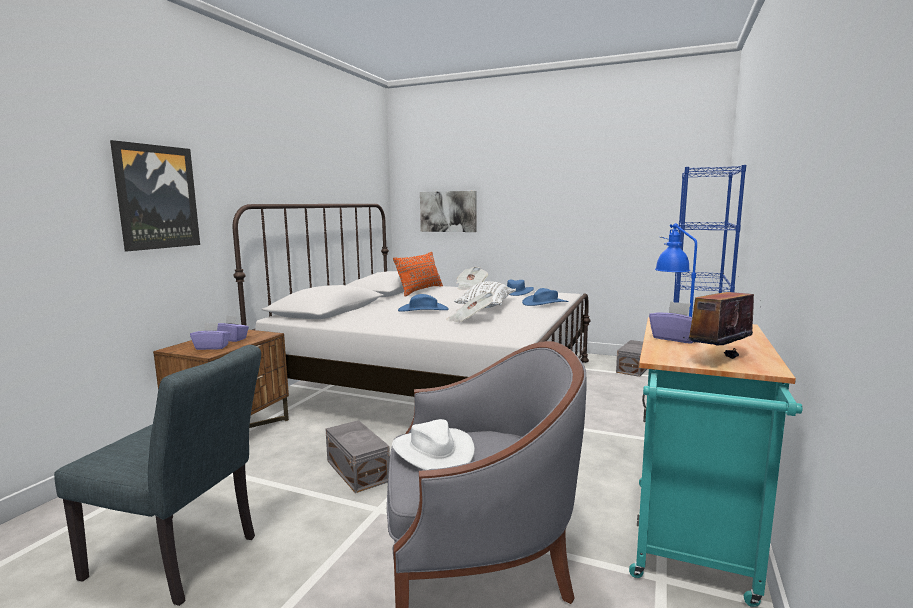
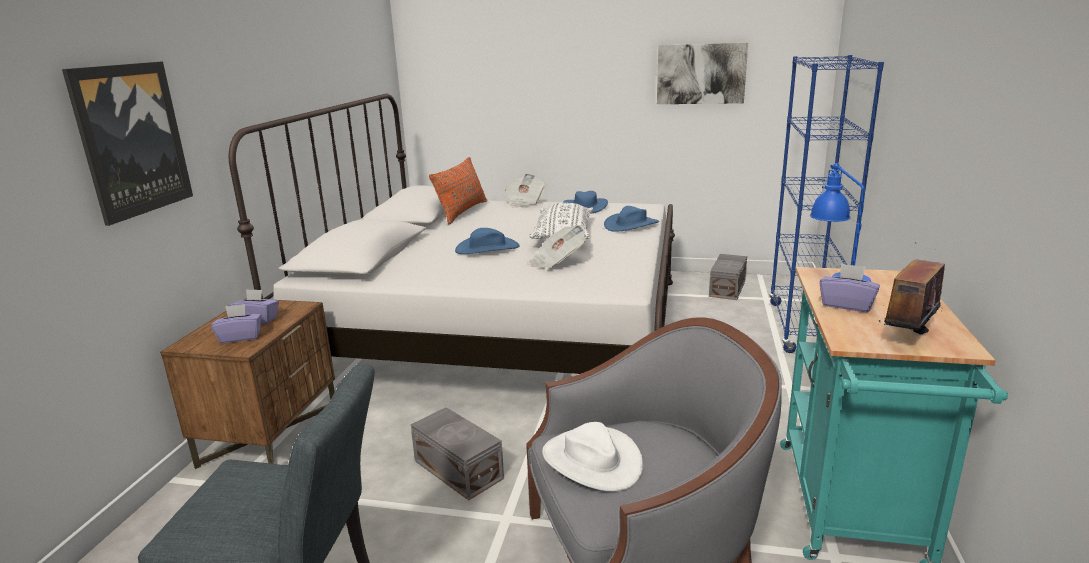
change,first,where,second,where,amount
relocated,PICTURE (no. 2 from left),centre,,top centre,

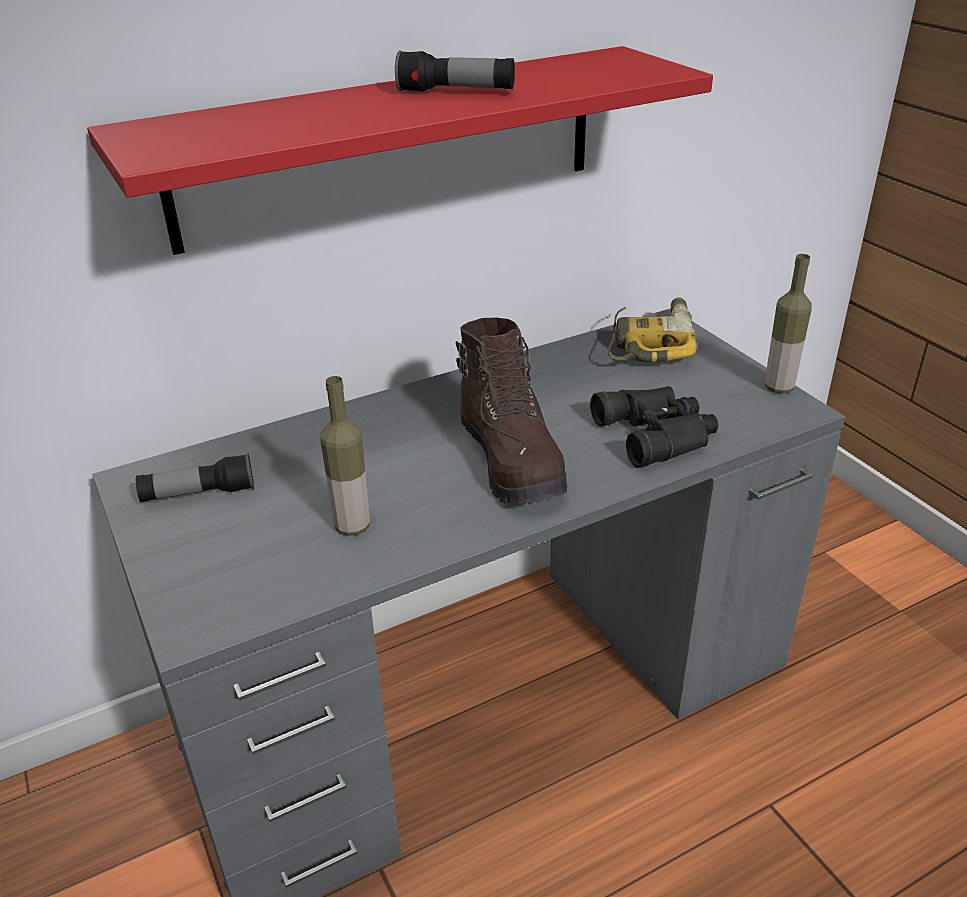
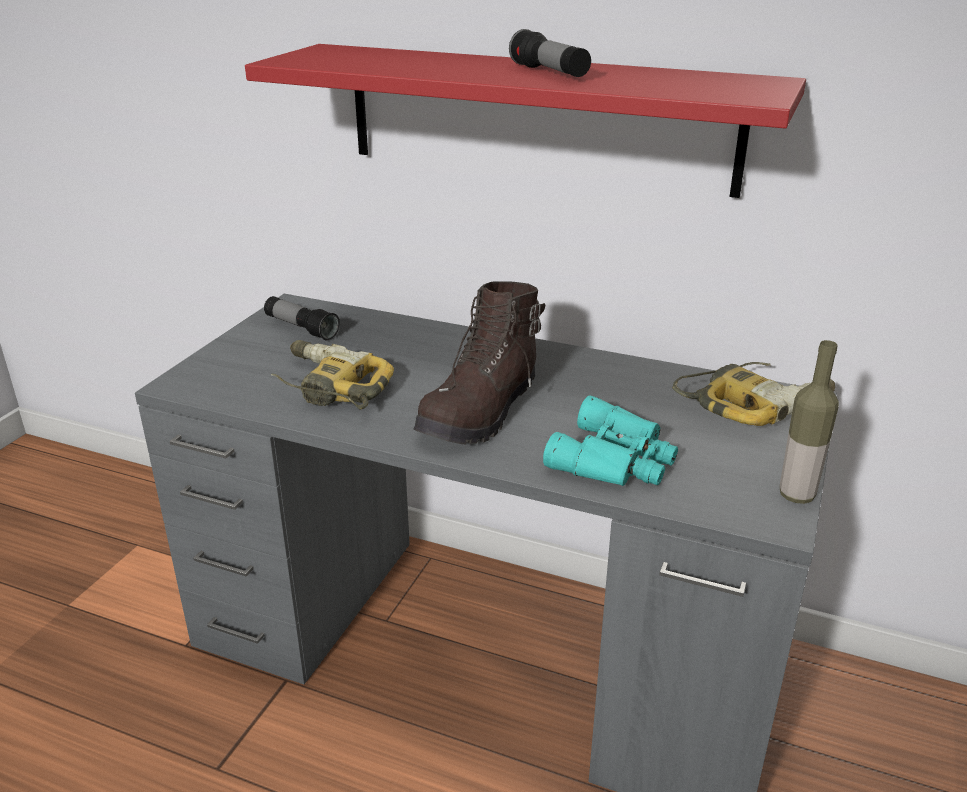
change,first,where,second,where,amount
exchanged,BEVERAGE BOTTLE (no. 1 from left),centre,DRILL (no. 1 from left),centre,
colour,BLACK BINOCULARS,middle right,TURQUOISE-COLOURED BINOCULARS,centre,

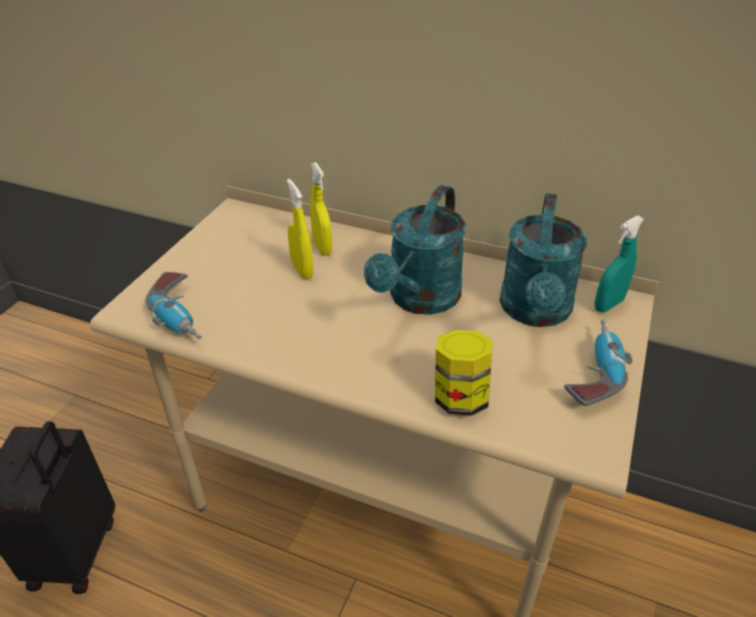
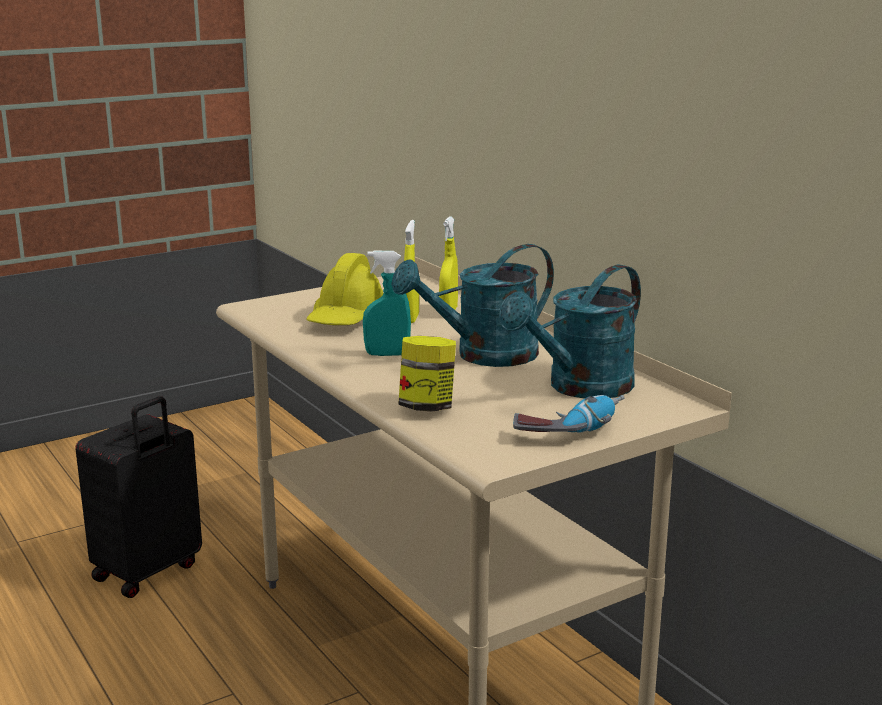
change,first,where,second,where,amount
relocated,TURQUOISE-COLOURED SPRAYER,middle right,,centre,
missing,DRILL (no. 1 from left),middle left,,,
appeared,,,YELLOW WORK HELMET,centre,

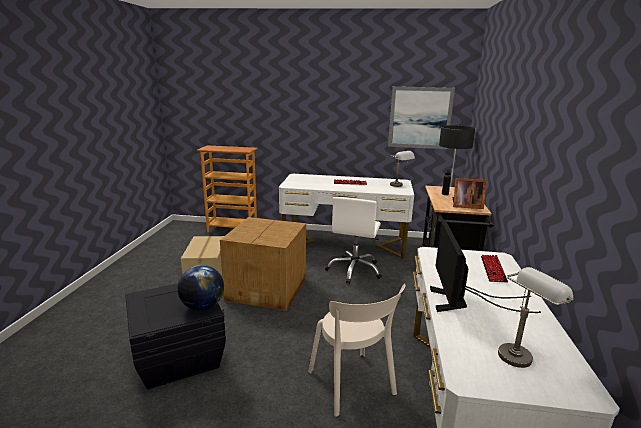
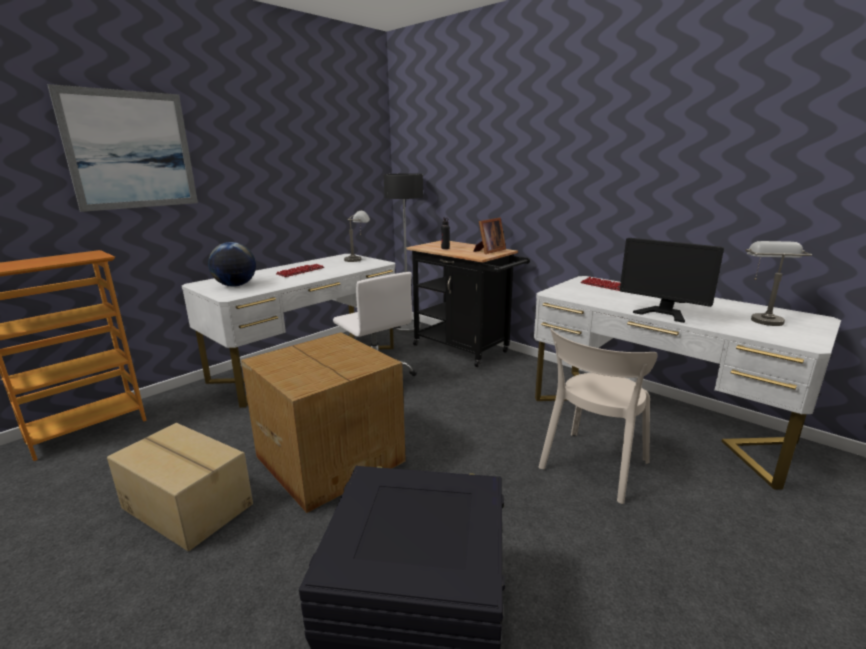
change,first,where,second,where,amount
relocated,PICTURE,top centre,,top left,
relocated,DESK GLOBE,bottom left,,middle left,
spun,BEIGE UPRIGHT CHAIR,bottom centre,,middle right,120 degrees clockwise

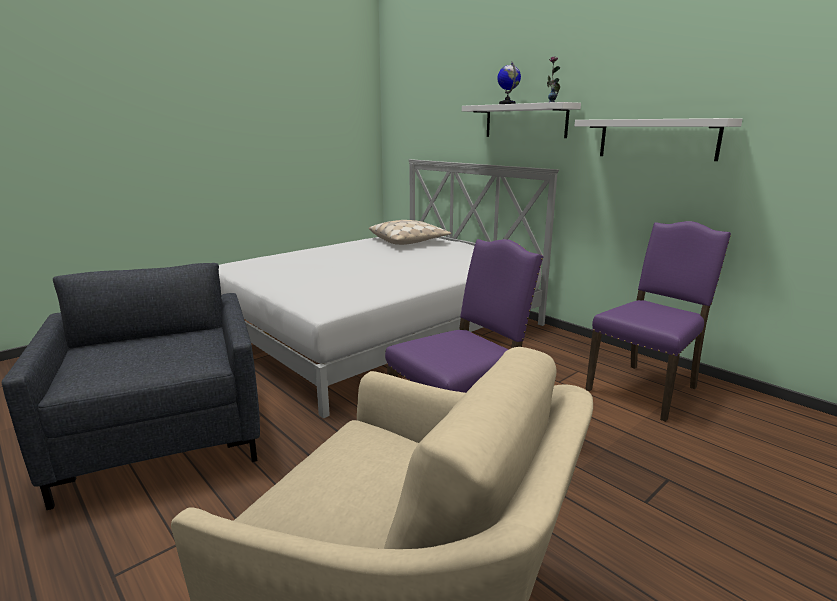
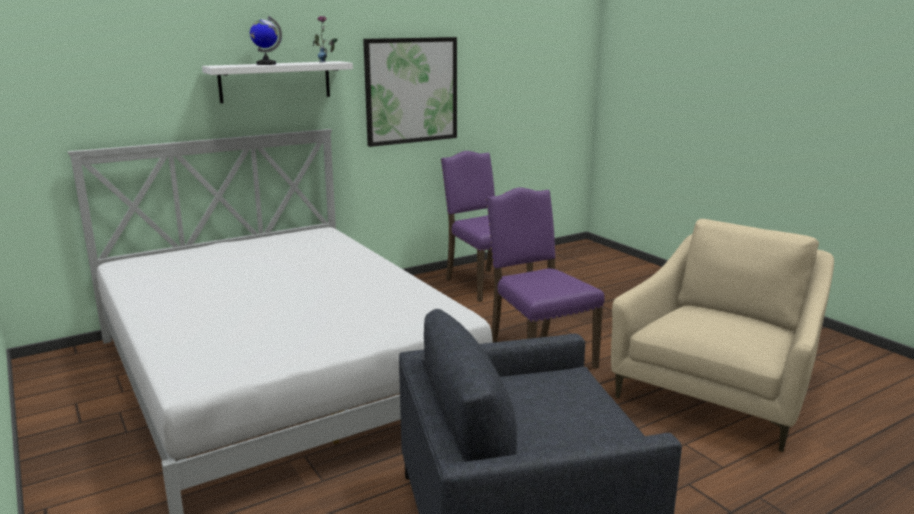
change,first,where,second,where,amount
exchanged,WHITISH WALL SHELF (no. 2 from left),top right,PICTURE,top centre,
missing,BEIGE PILLOW,centre,,,

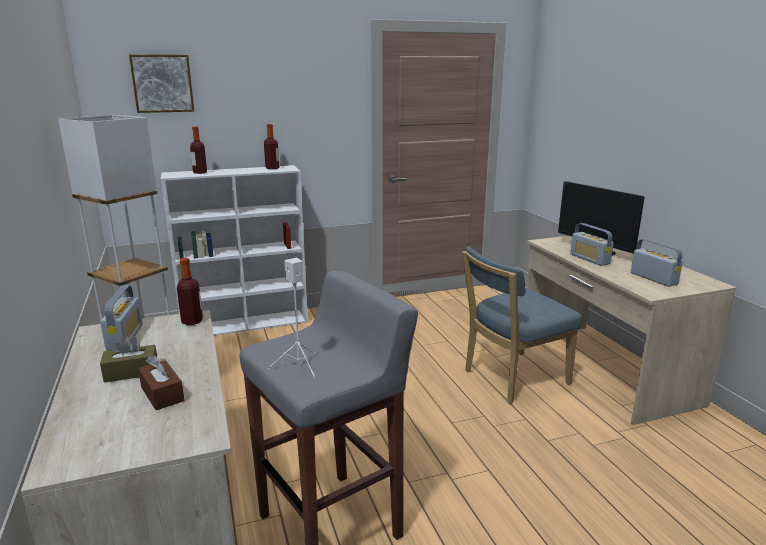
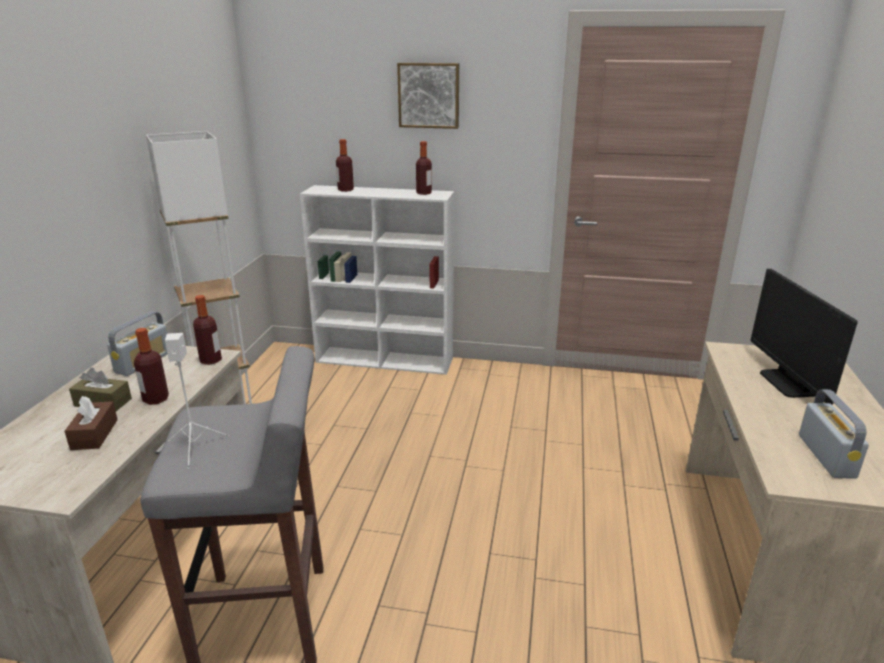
change,first,where,second,where,amount
relocated,PICTURE,top left,,top centre,
missing,RADIO RECEIVER (no. 2 from left),middle right,,,
missing,BLUISH UPRIGHT CHAIR,middle right,,,
appeared,,,BEVERAGE BOTTLE (no. 1 from left),middle left,

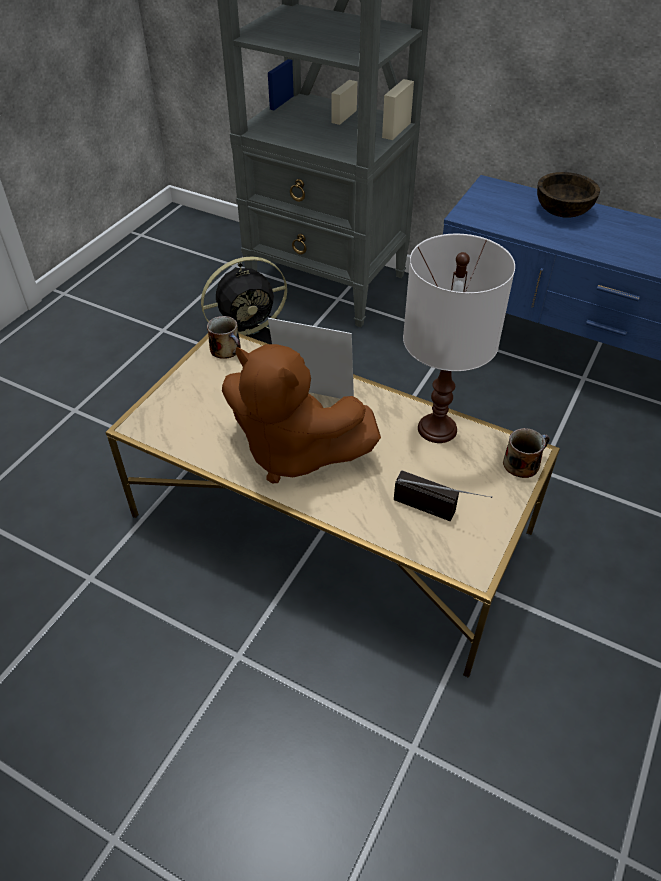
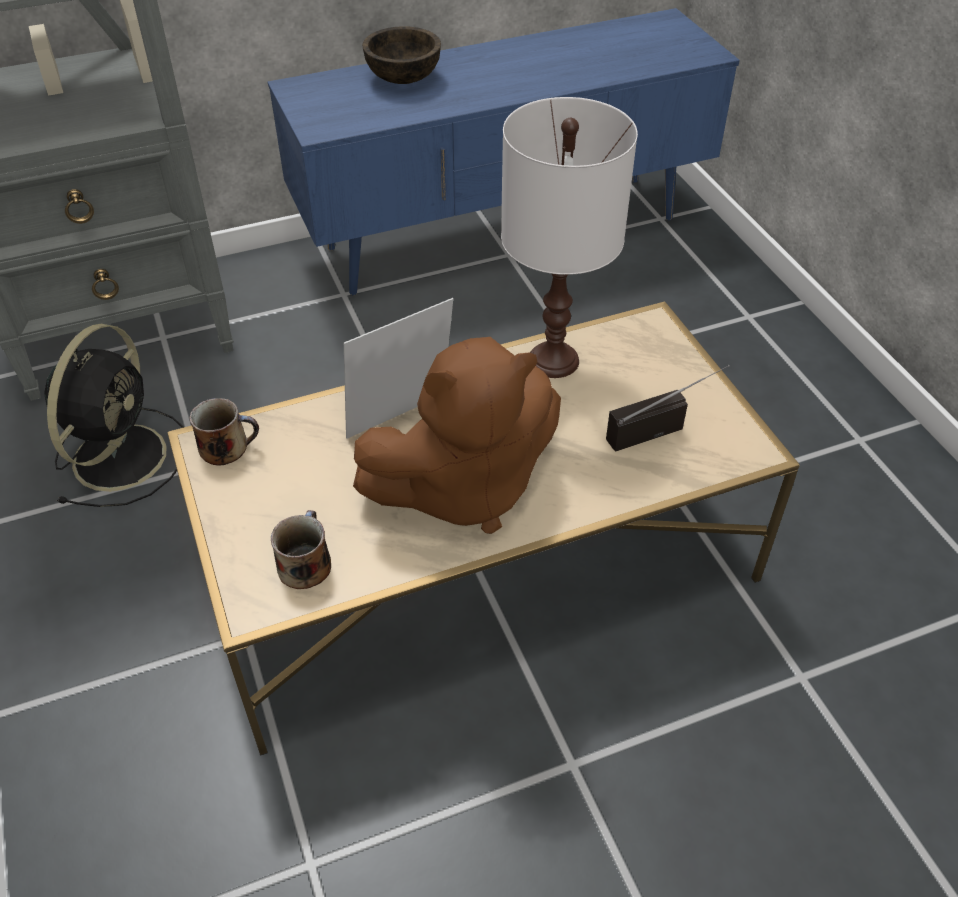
change,first,where,second,where,amount
relocated,COFFEE MUG (no. 2 from left),middle right,,middle left,

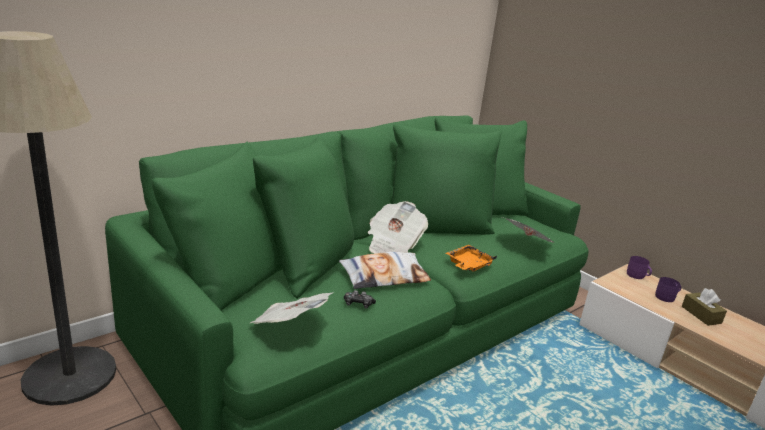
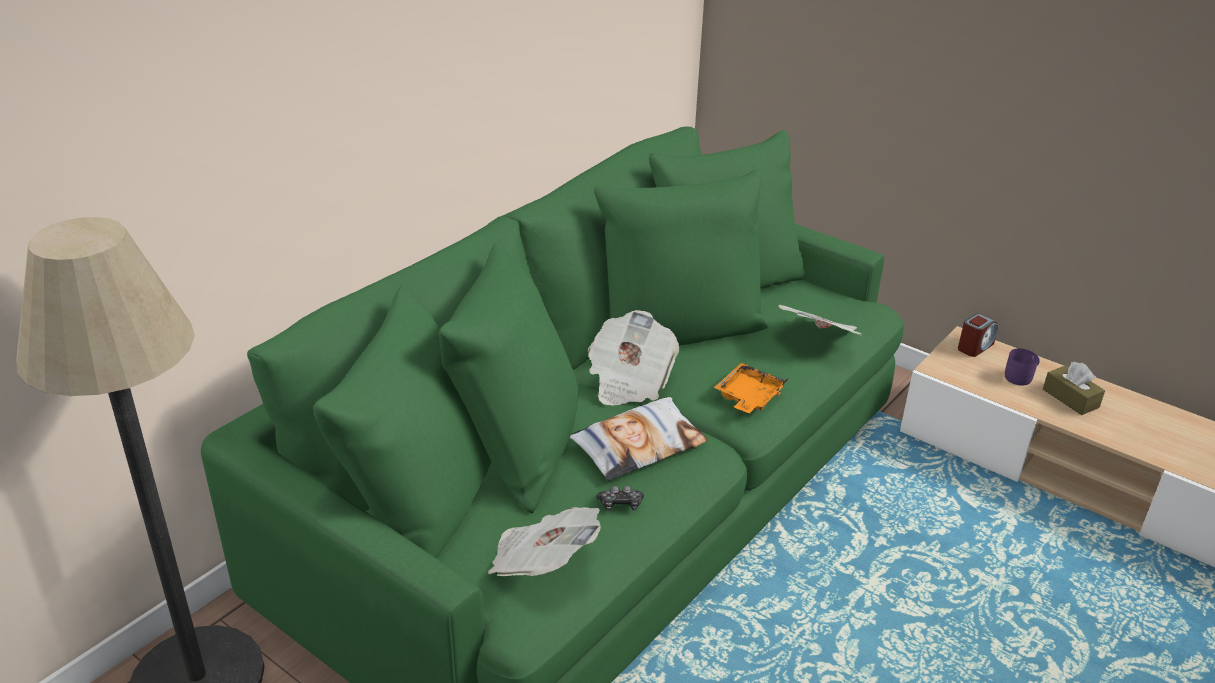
change,first,where,second,where,amount
exchanged,PURPLISH COFFEE MUG (no. 1 from left),middle right,ALARM CLOCK,middle right,

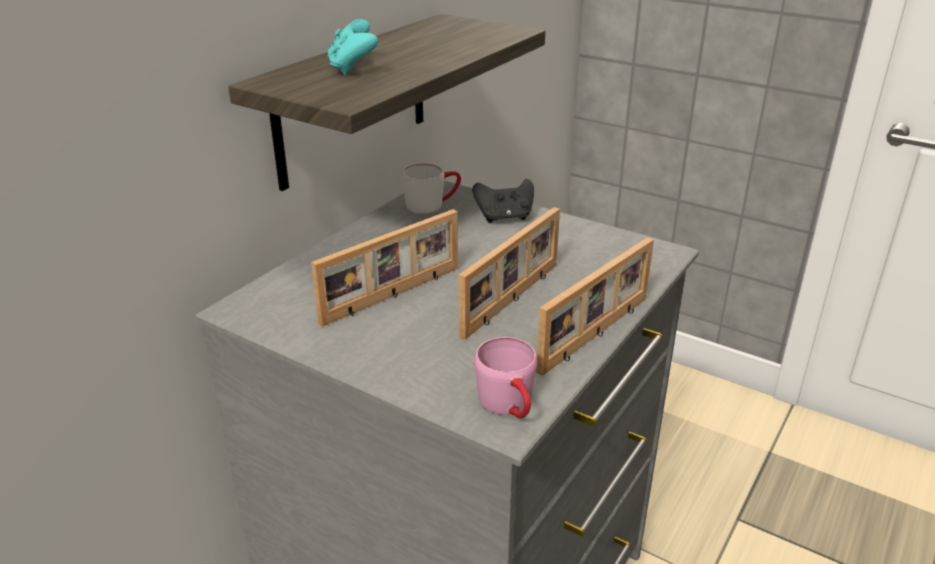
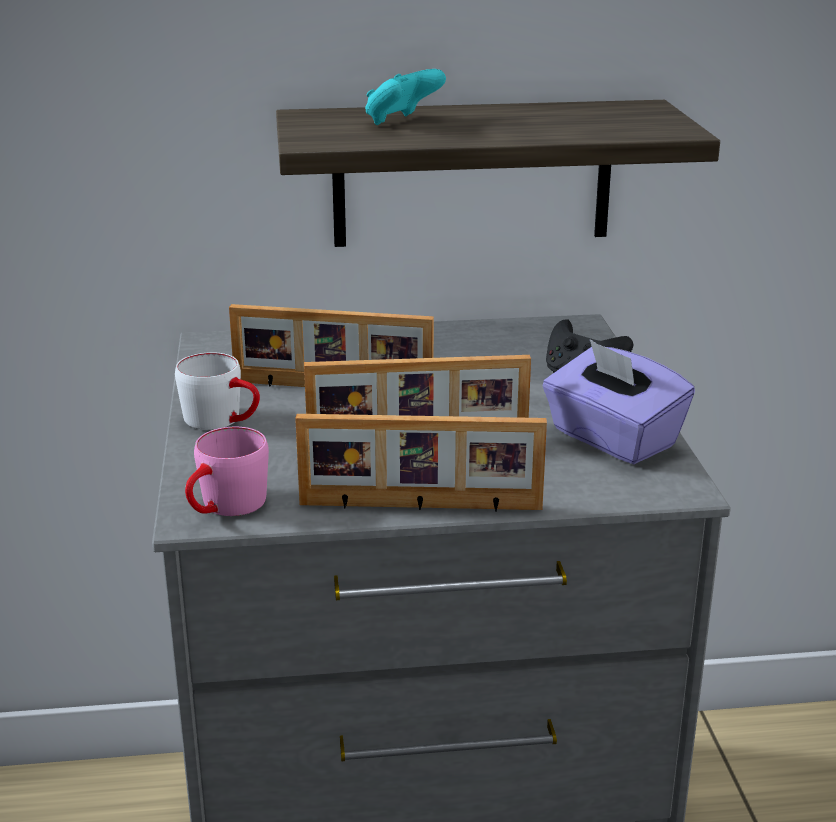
change,first,where,second,where,amount
relocated,WHITISH COFFEE MUG,centre,,middle left,
appeared,,,PURPLISH TISSUE HOLDER,middle right,

